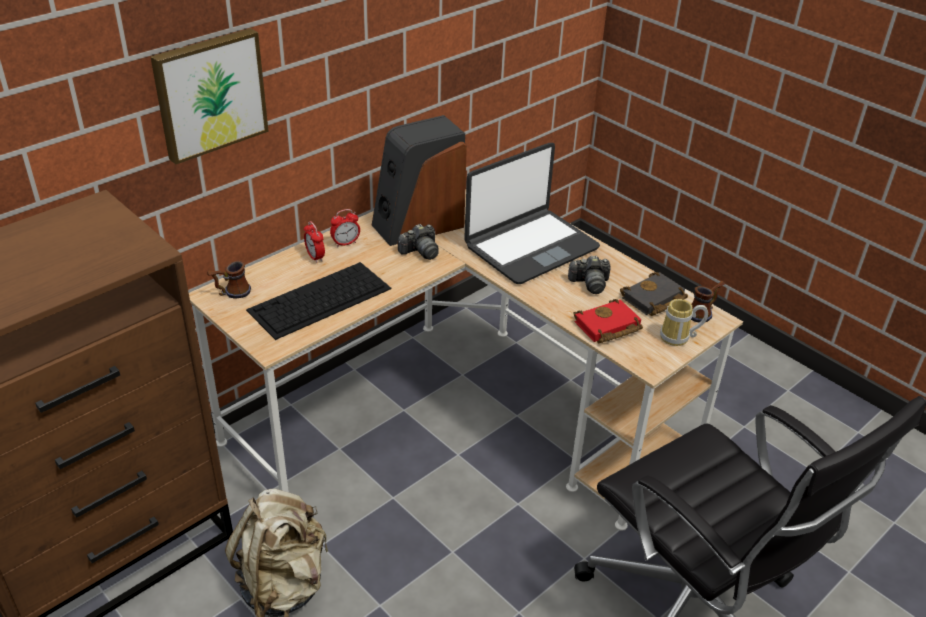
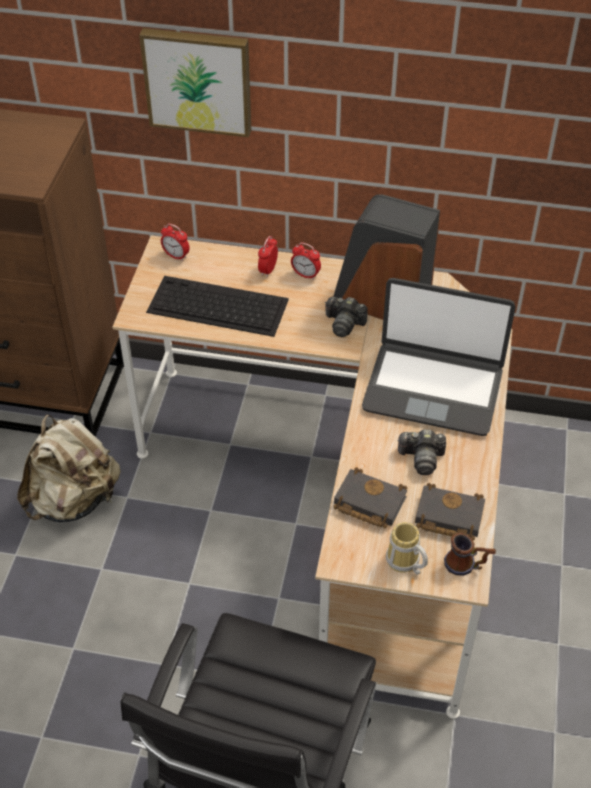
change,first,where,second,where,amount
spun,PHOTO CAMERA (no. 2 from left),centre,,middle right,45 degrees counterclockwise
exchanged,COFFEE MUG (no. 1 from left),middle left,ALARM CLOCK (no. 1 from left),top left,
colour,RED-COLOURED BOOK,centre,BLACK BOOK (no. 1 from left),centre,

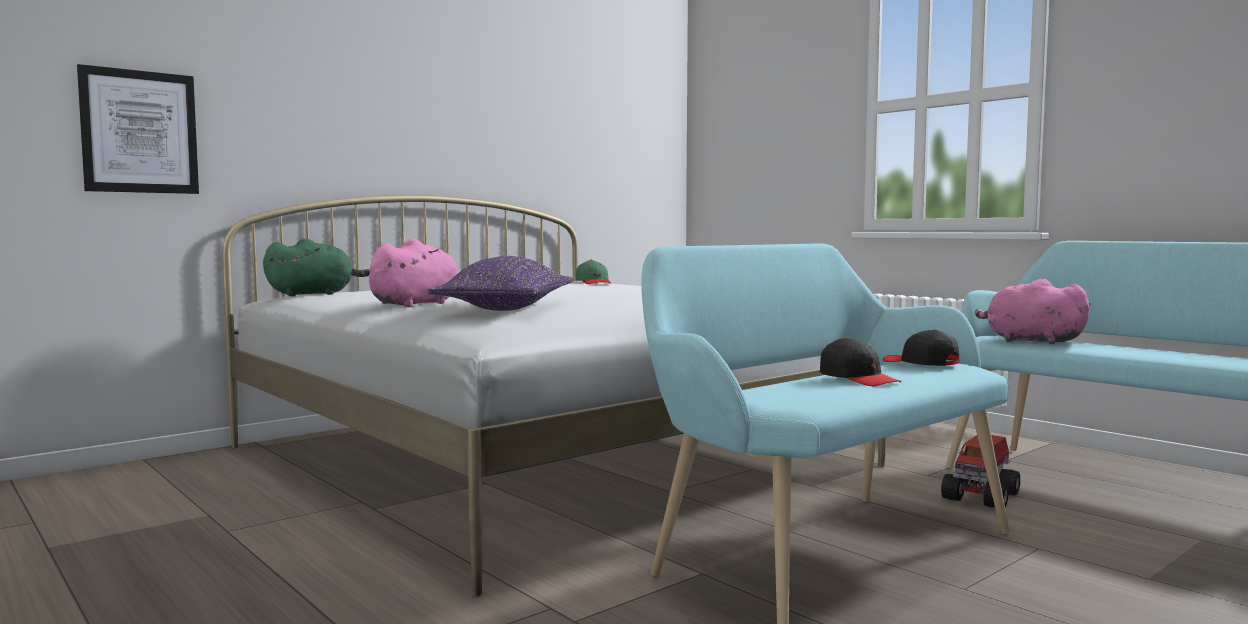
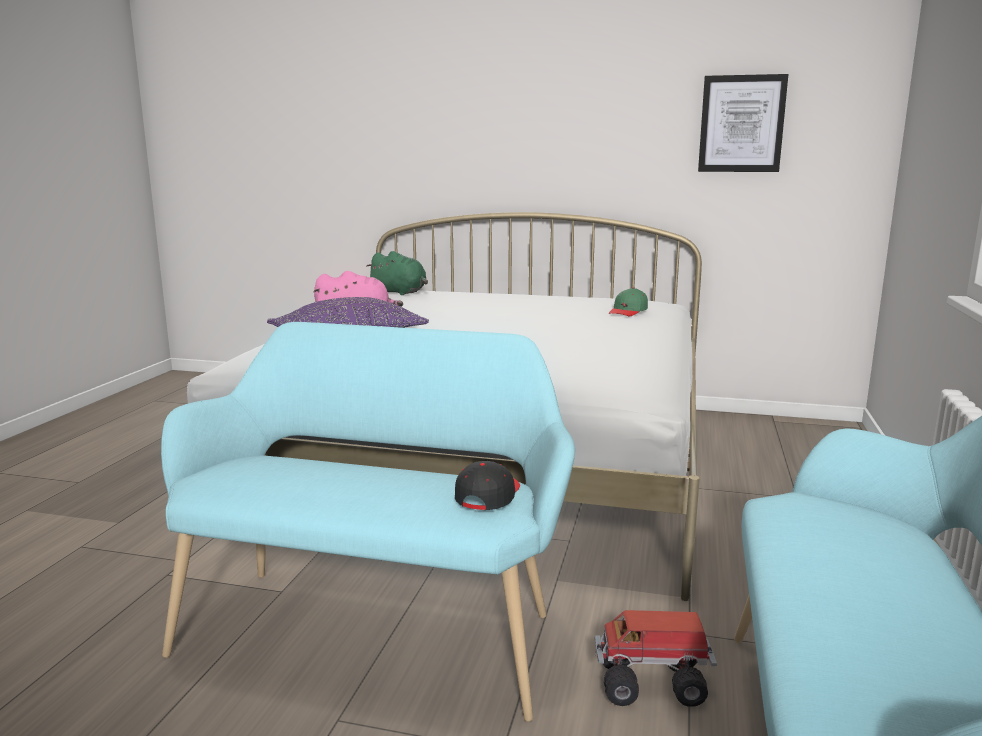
change,first,where,second,where,amount
relocated,PICTURE,top left,,top right,
missing,PINK-COLOURED CUDDLY TOY (no. 2 from left),middle right,,,
missing,BLACK BASEBALL CAP (no. 1 from left),middle right,,,

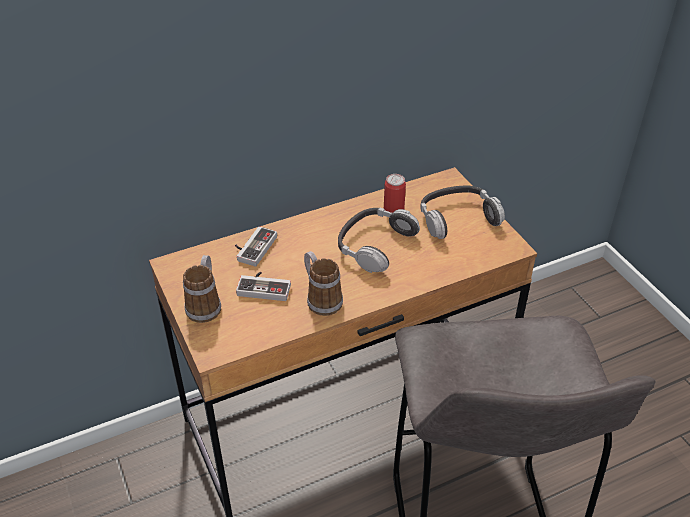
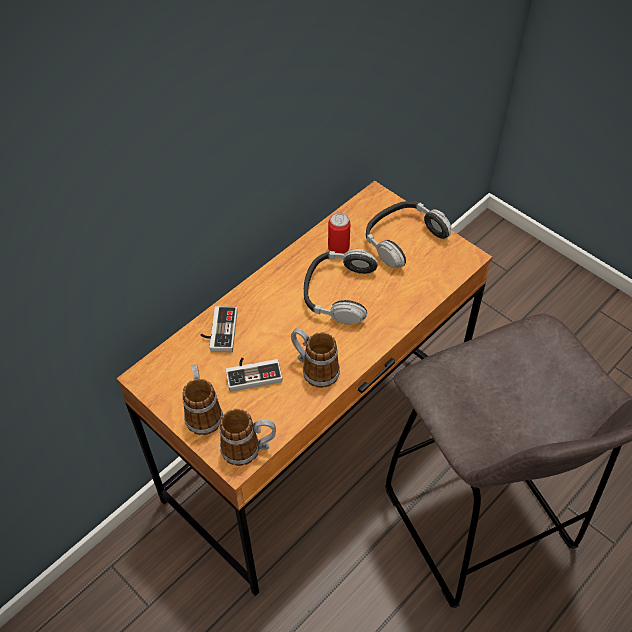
change,first,where,second,where,amount
appeared,,,COFFEE MUG (no. 2 from left),bottom centre,

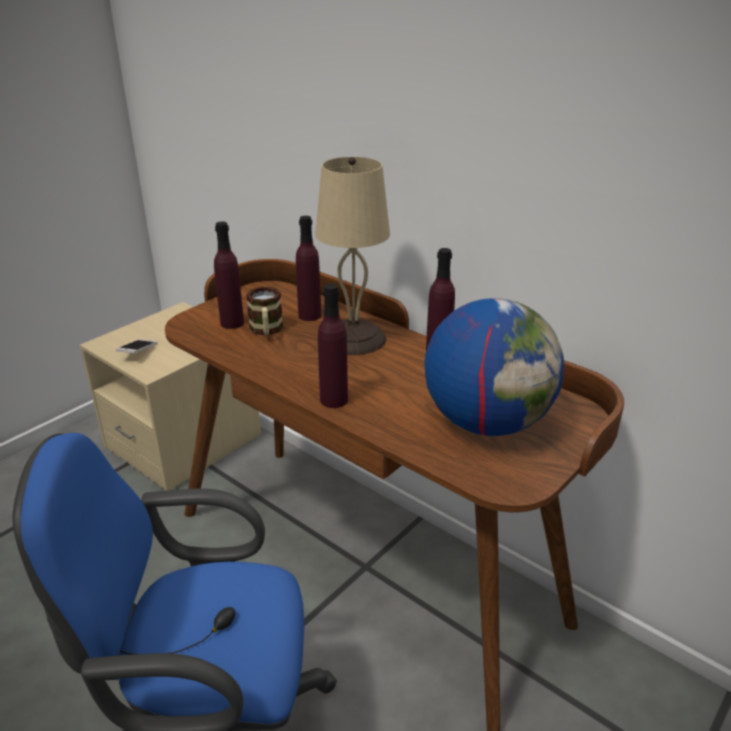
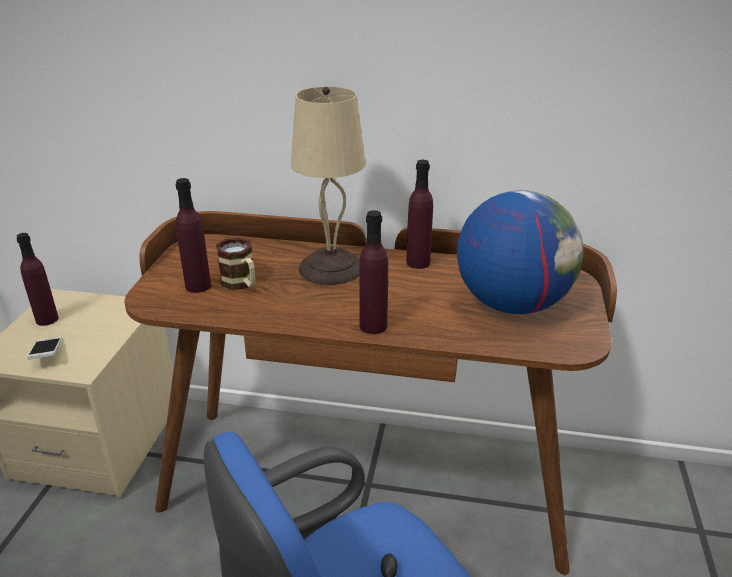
change,first,where,second,where,amount
relocated,PURPLISH BEVERAGE BOTTLE (no. 2 from left in the first image),centre,PURPLISH BEVERAGE BOTTLE (no. 1 from left),middle left,

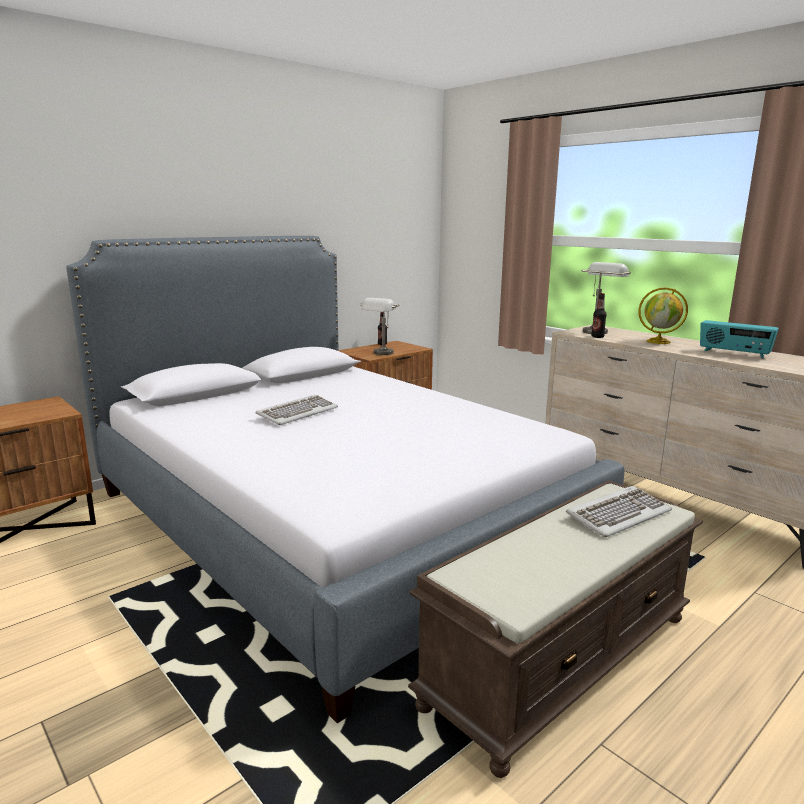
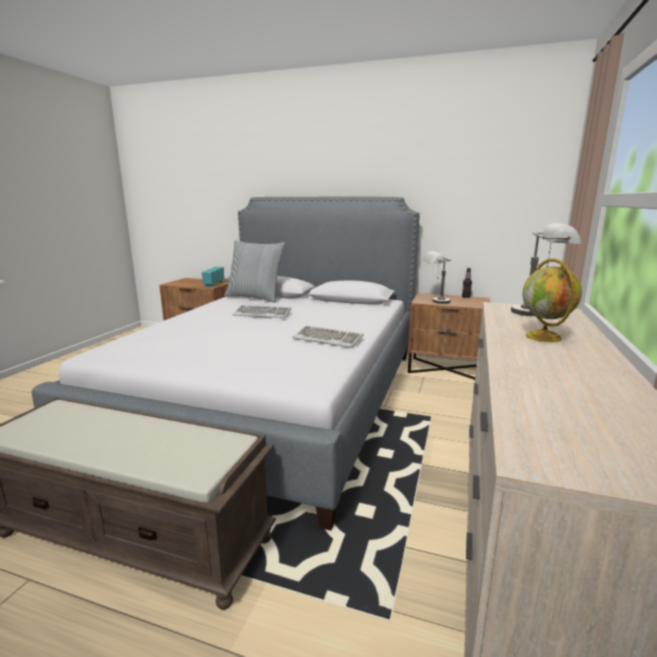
change,first,where,second,where,amount
missing,BEVERAGE BOTTLE (no. 2 from left),middle right,,,
relocated,RADIO RECEIVER,middle right,,middle left,
relocated,COMPUTER KEYBOARD (no. 2 from left),middle right,,centre,
appeared,,,PILLOW,centre,

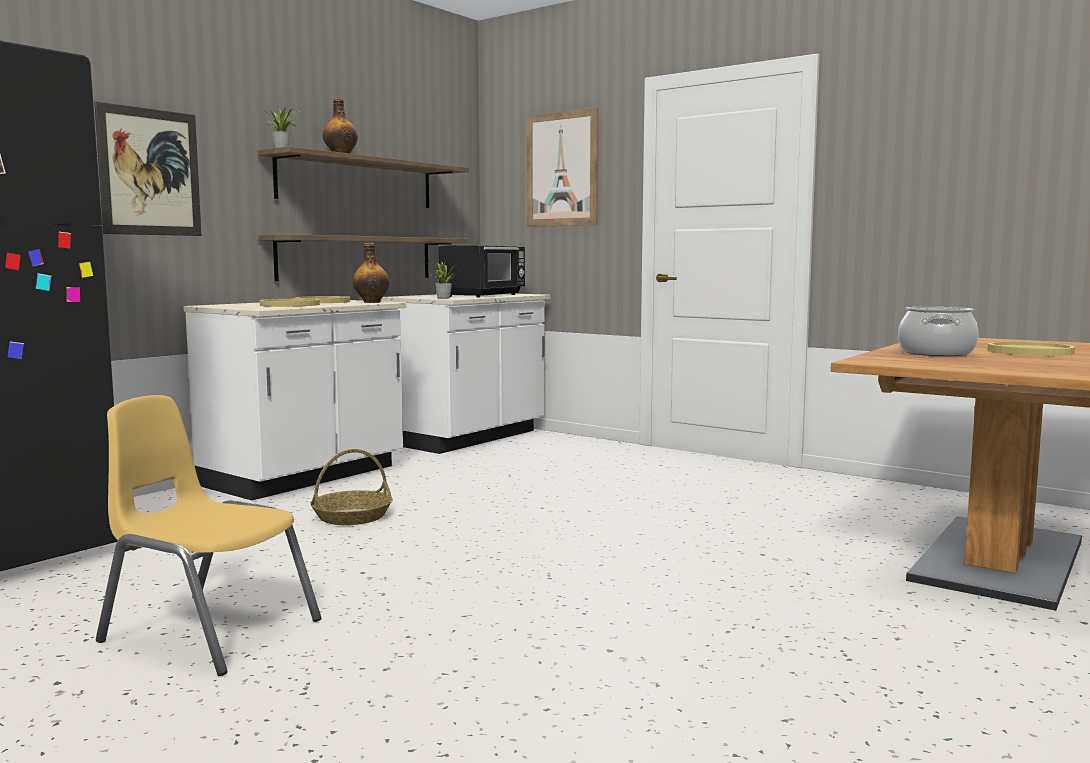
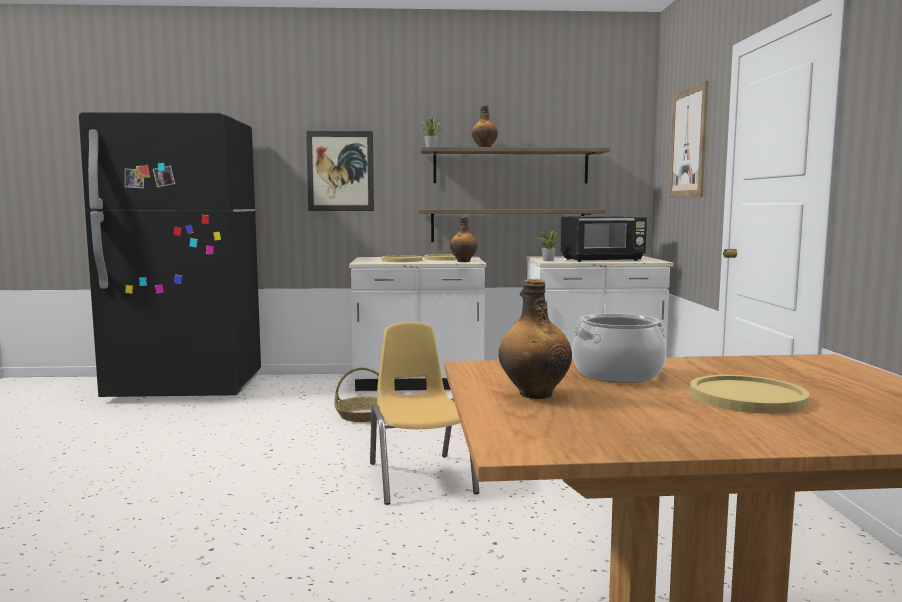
change,first,where,second,where,amount
relocated,YELLOW UPRIGHT CHAIR,bottom left,,bottom centre,
appeared,,,BEVERAGE BOTTLE (no. 3 from left),centre,

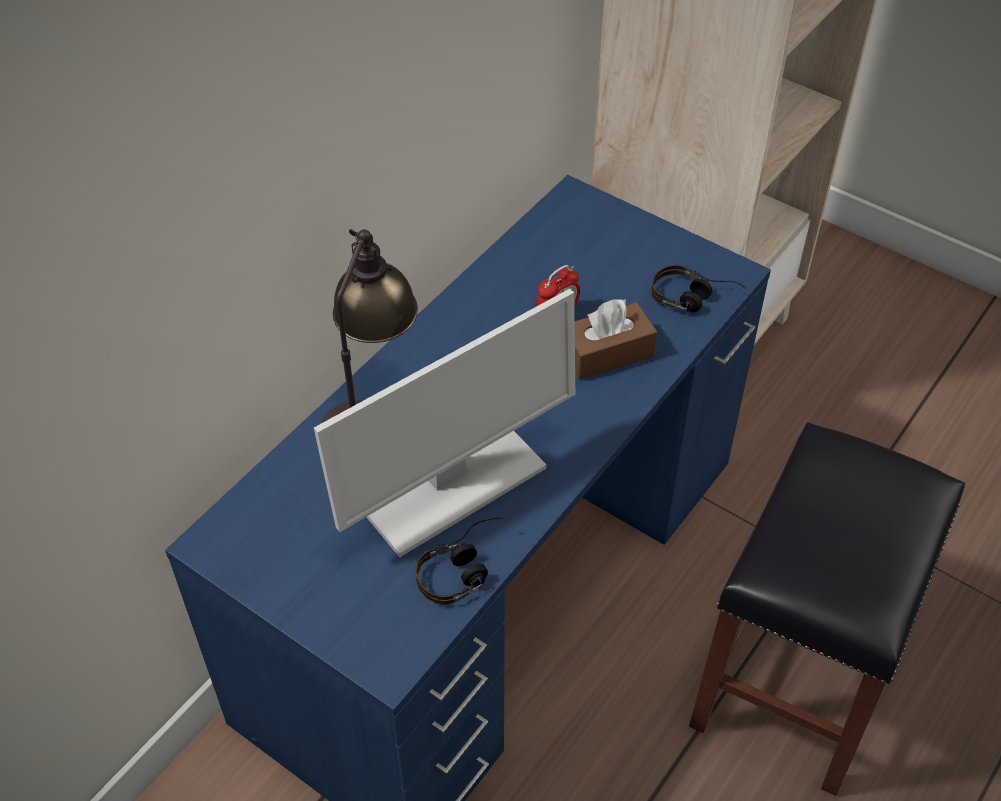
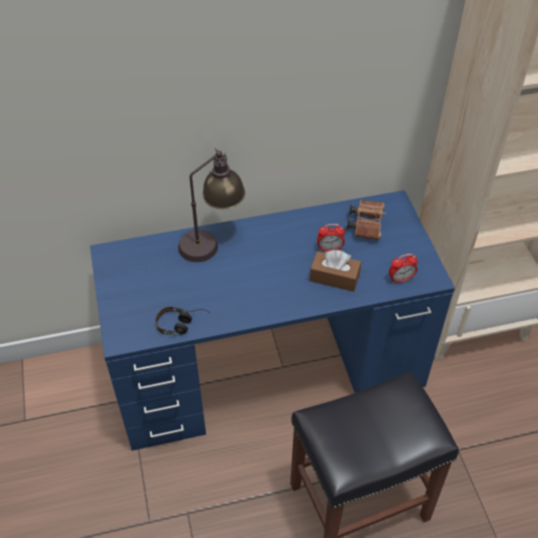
change,first,where,second,where,amount
exchanged,HEADSET (no. 2 from left),middle right,ALARM CLOCK (no. 2 from left),middle right,
missing,MONITOR,centre,,,
appeared,,,BROWN BINOCULARS,middle right,

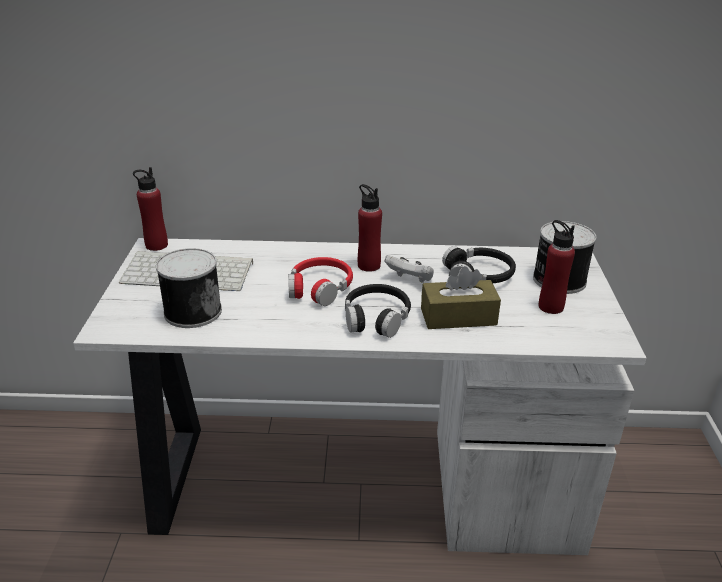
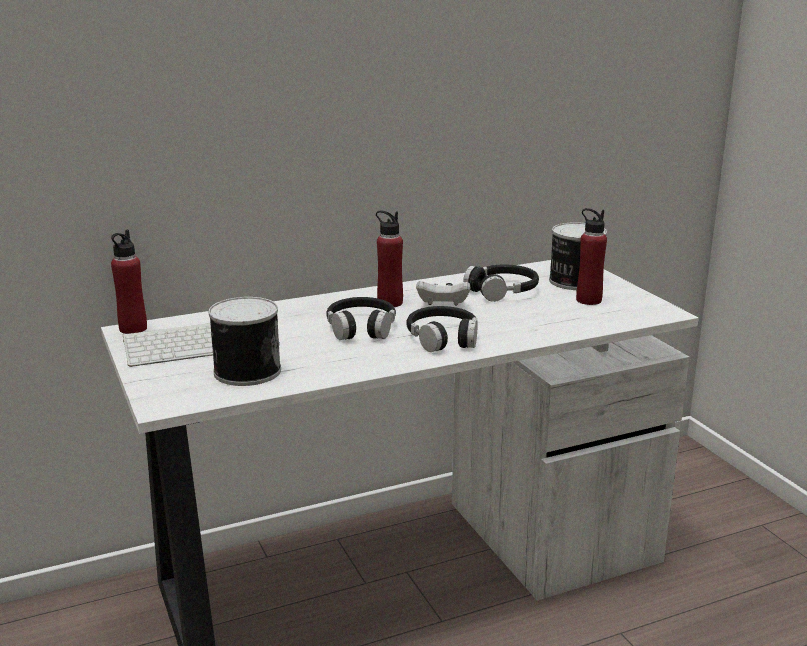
change,first,where,second,where,amount
colour,RED-COLOURED HEADSET,centre,BLACK HEADSET (no. 1 from left),centre,
missing,BROWN TISSUE HOLDER,centre,,,

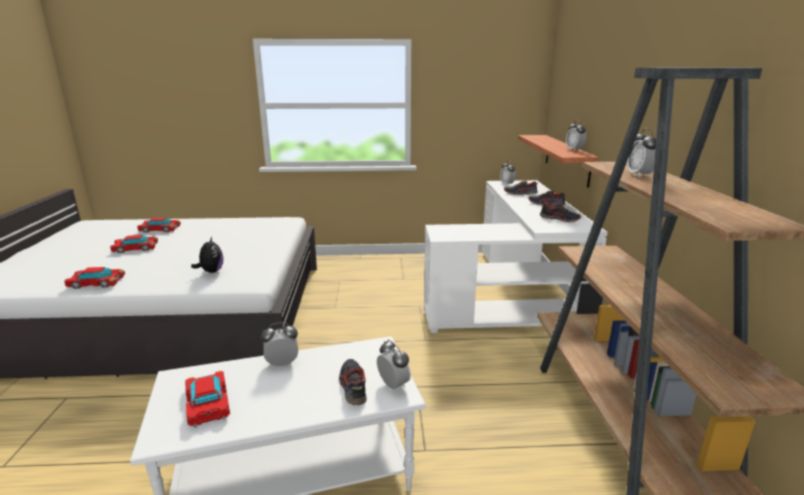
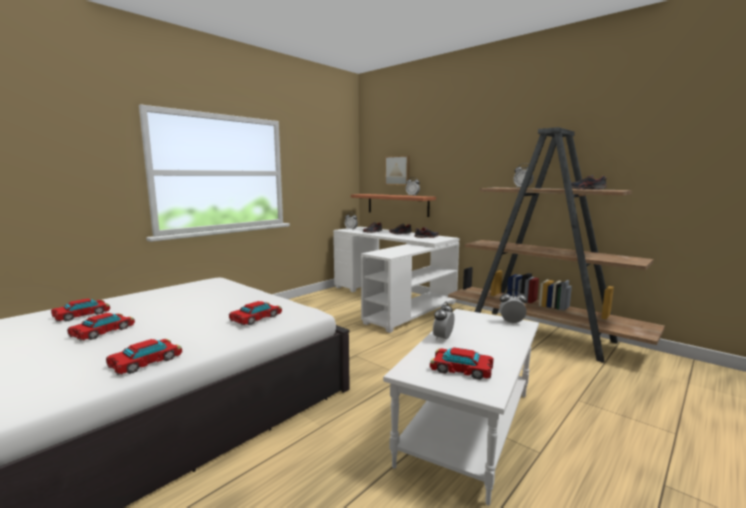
change,first,where,second,where,amount
exchanged,CUDDLY TOY,middle left,MODEL CAR (no. 4 from left),centre,
relocated,SHOE (no. 1 from left in the first image),bottom centre,SHOE (no. 4 from left),middle right,
appeared,,,PICTURE,centre,

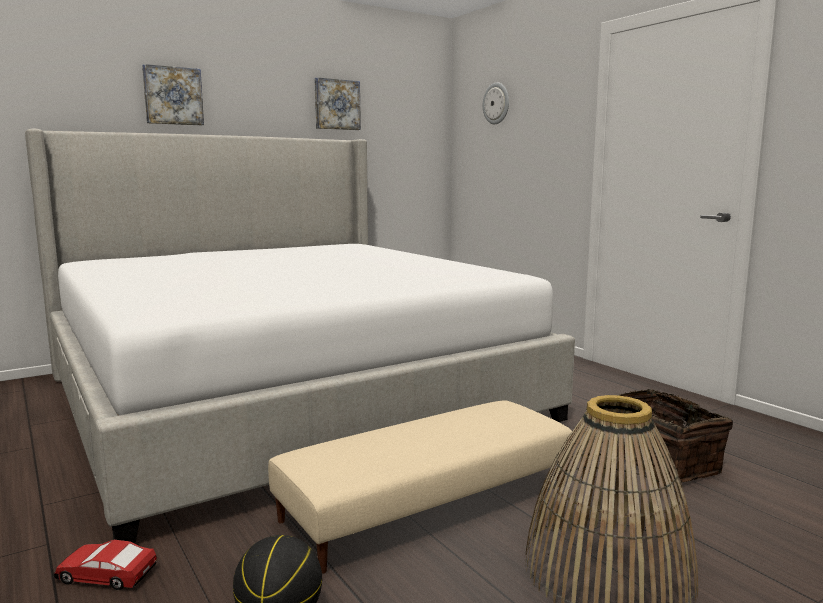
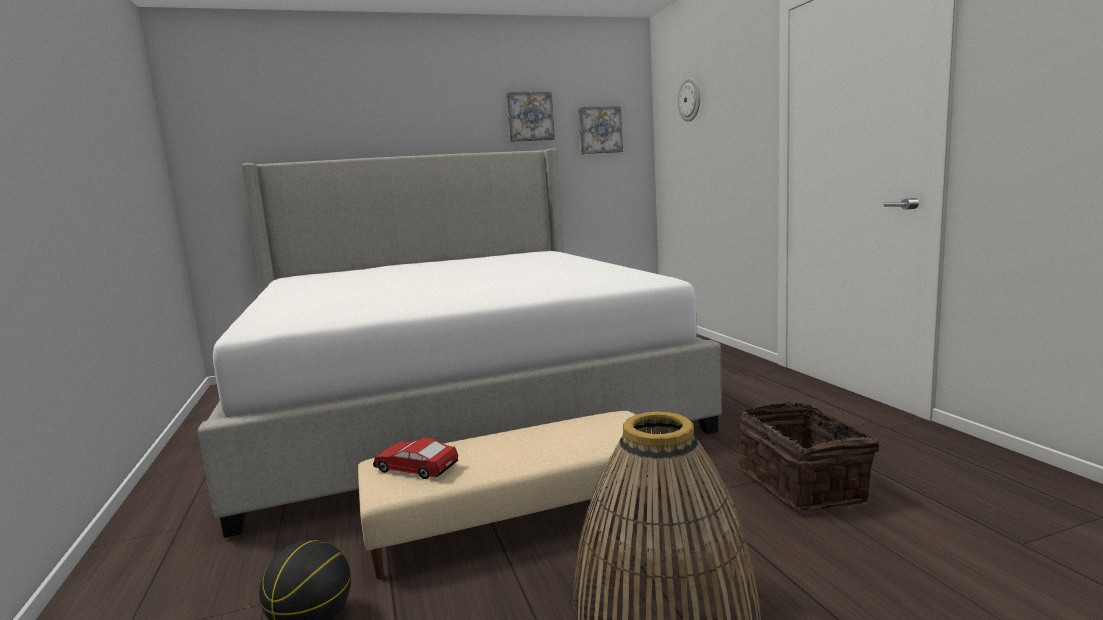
change,first,where,second,where,amount
relocated,PICTURE (no. 1 from left in the first image),top left,PICTURE (no. 2 from left),top centre,
relocated,MODEL CAR,bottom left,,bottom centre,

